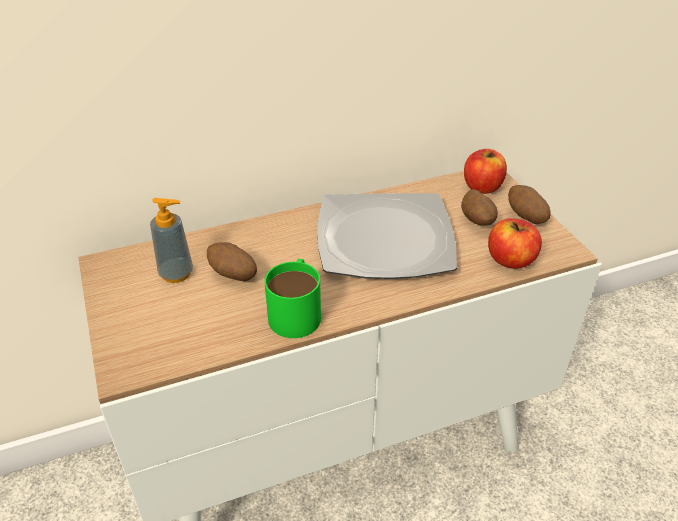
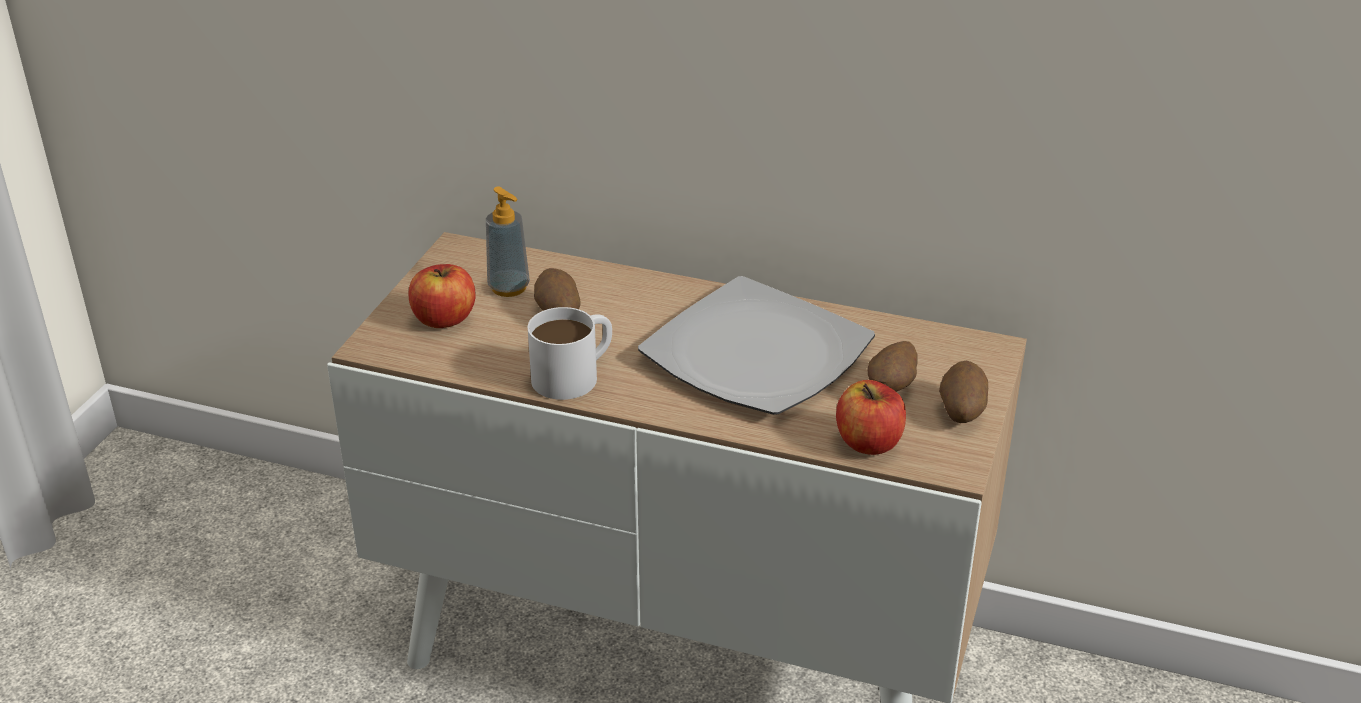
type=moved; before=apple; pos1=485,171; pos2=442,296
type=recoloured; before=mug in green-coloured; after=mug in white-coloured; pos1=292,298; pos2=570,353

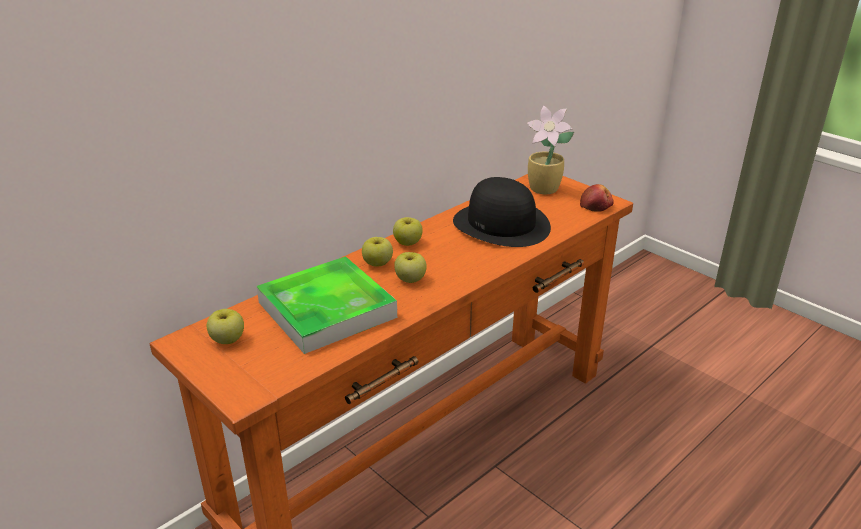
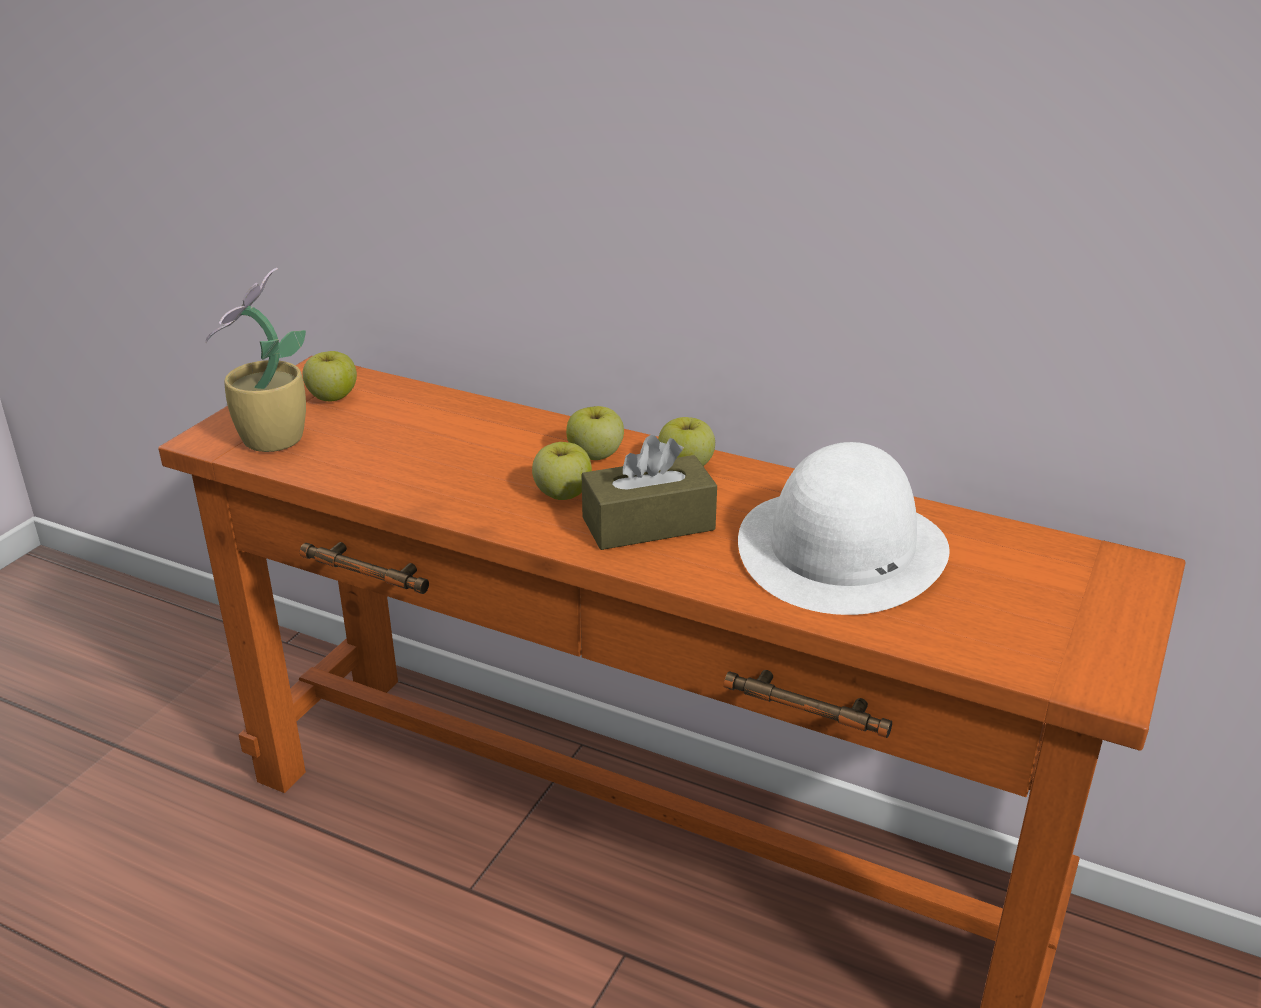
type=moved; before=plant in a pot; pos1=550,150; pos2=255,360
type=recoloured; before=hat in blackish; after=hat in white-coloured; pos1=502,212; pos2=844,528
type=removed; before=apple; pos1=597,198
type=removed; before=tray; pos1=327,305
type=added; after=tissue holder in brown-coloured; pos2=649,492

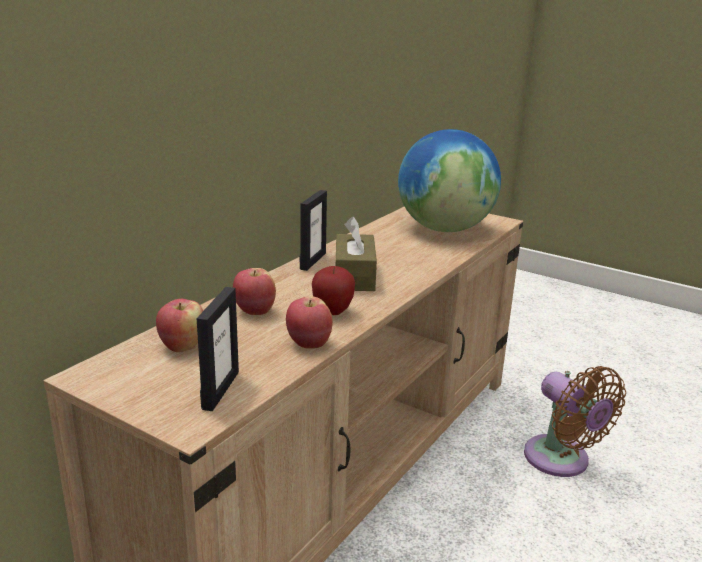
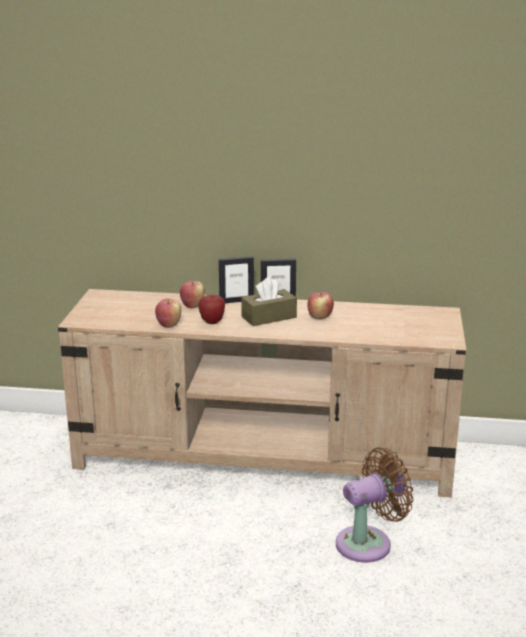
type=removed; before=globe; pos1=449,180
type=moved; before=photo frame; pos1=218,349; pos2=236,279
type=moved; before=apple; pos1=179,326; pos2=320,305
type=turned; before=electric fan in brown-coloured; pos1=575,421; pos2=375,505; turn=-150

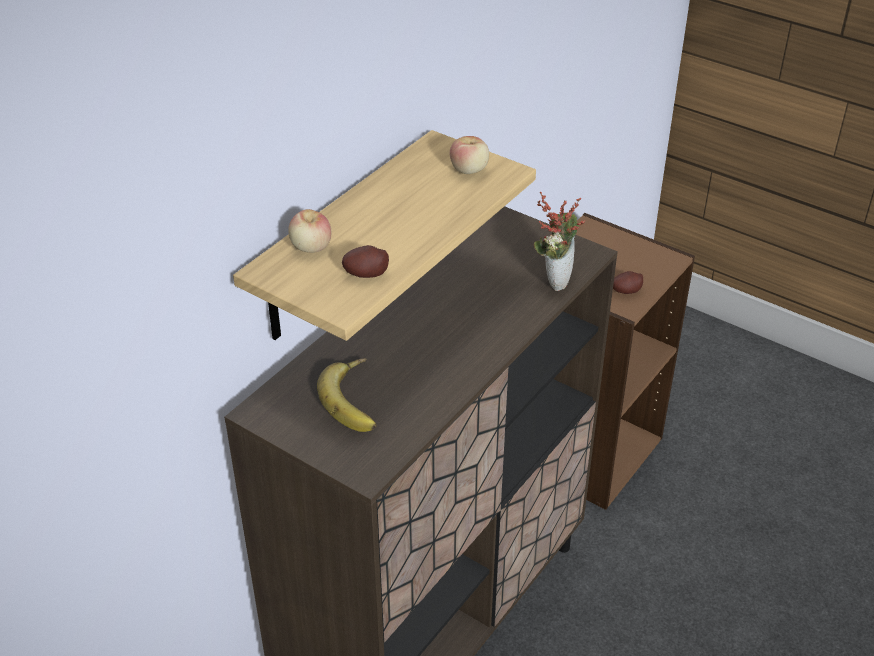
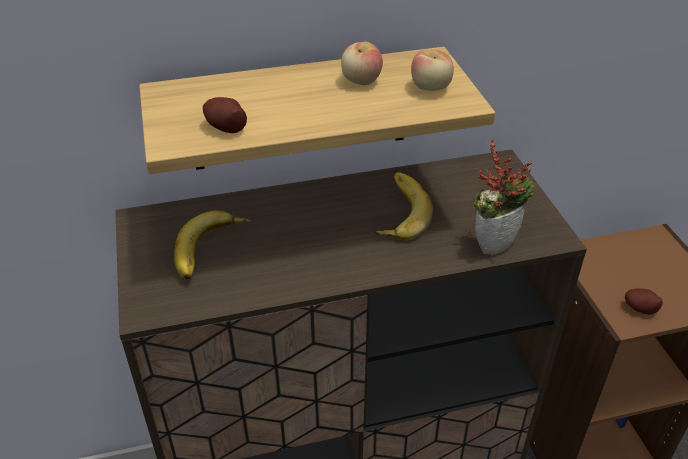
type=moved; before=apple; pos1=309,231; pos2=362,63
type=added; after=whole banana; pos2=404,206

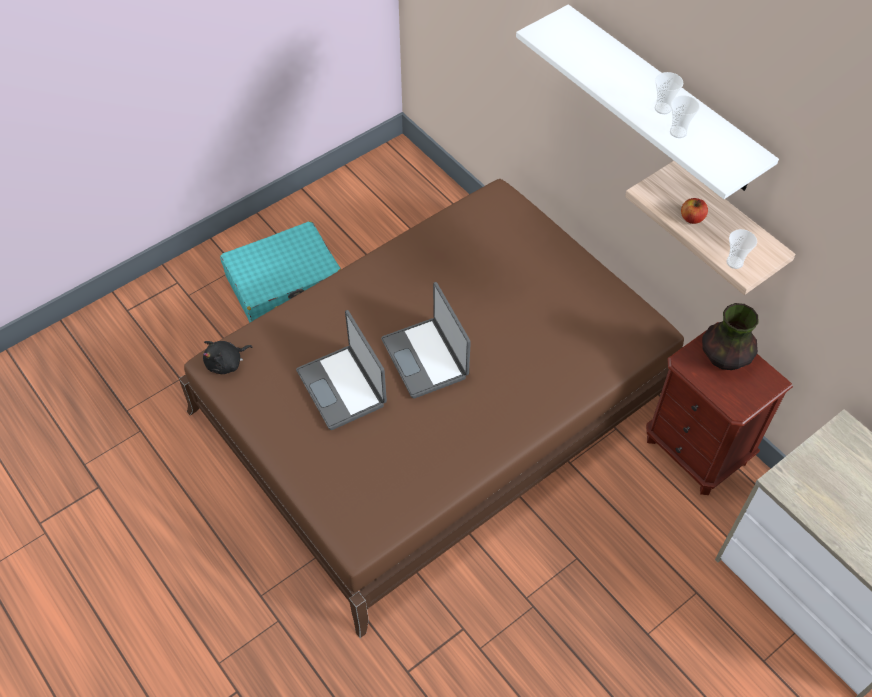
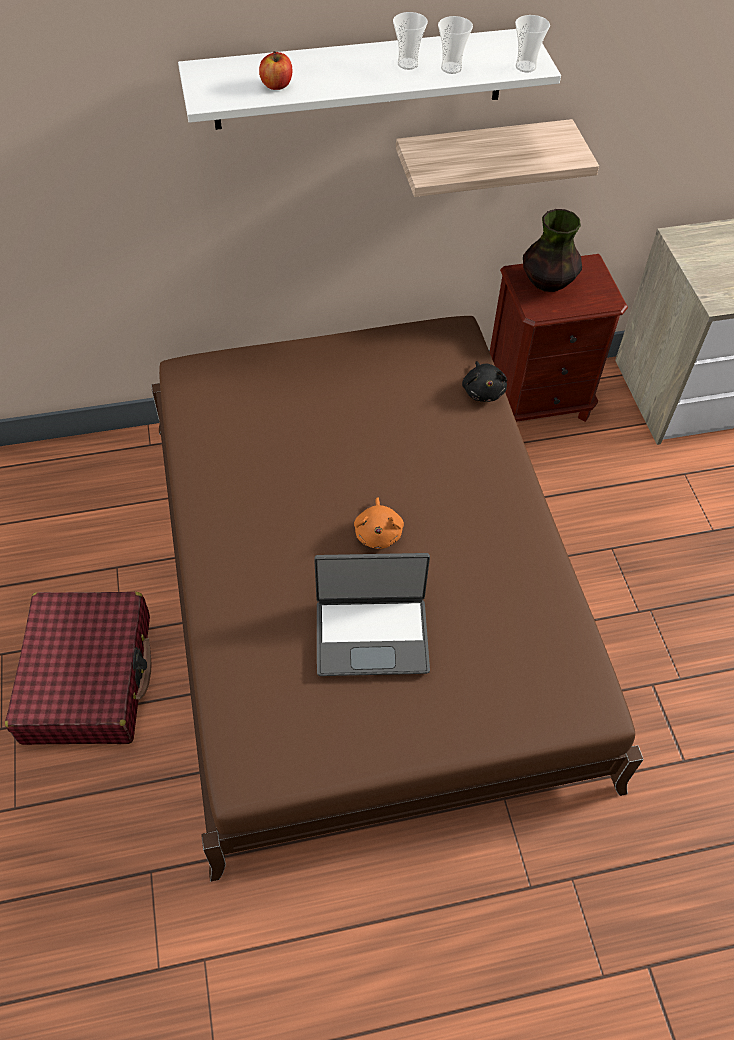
type=moved; before=apple; pos1=694,211; pos2=275,70
type=recoloured; before=travel case in turquoise-coloured; after=travel case in red-coloured; pos1=280,272; pos2=78,668
type=moved; before=cup; pos1=741,249; pos2=532,44
type=replaced; before=portable computer; after=soft toy in orangey; pos1=426,340; pos2=379,523
type=moved; before=soft toy in blackish; pos1=227,357; pos2=484,381

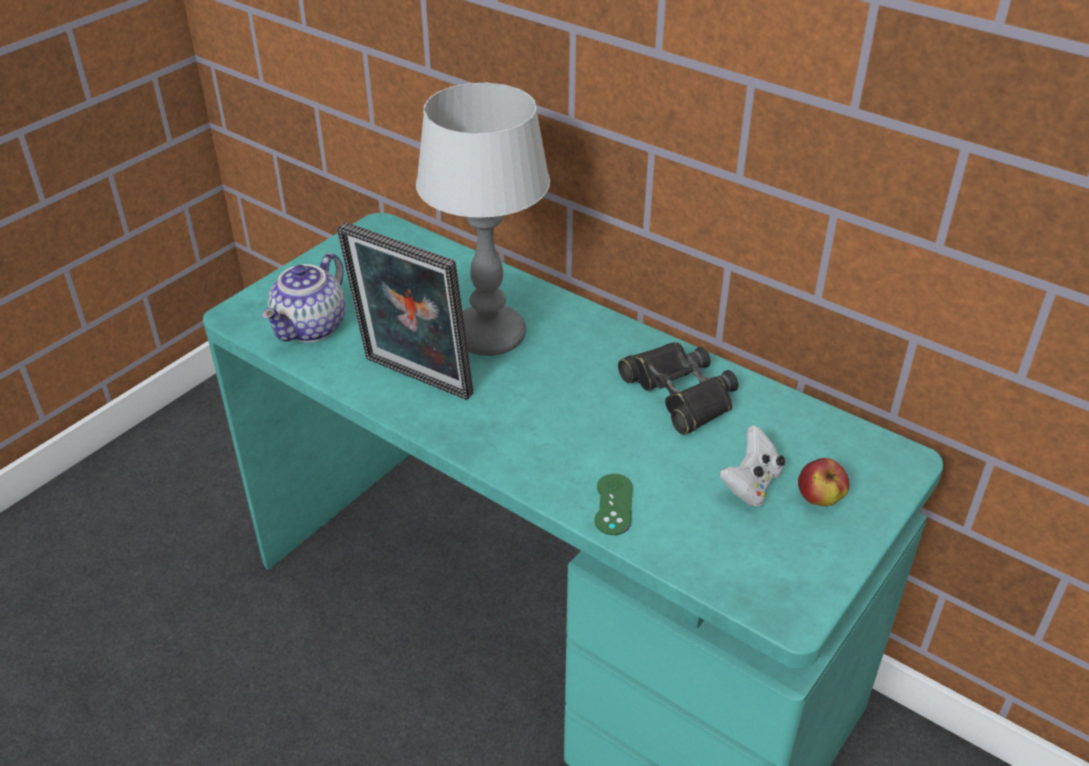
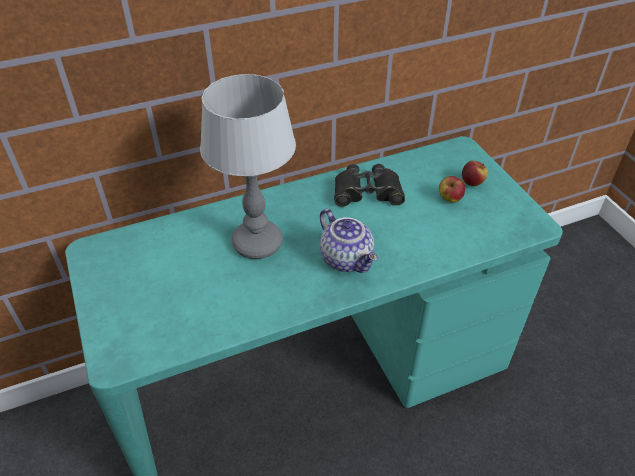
type=removed; before=photo frame; pos1=405,311
type=moved; before=teapot; pos1=303,297; pos2=349,241
type=replaced; before=game controller in white-coloured; after=apple; pos1=752,466; pos2=452,189
type=removed; before=game controller in green-coloured; pos1=613,504

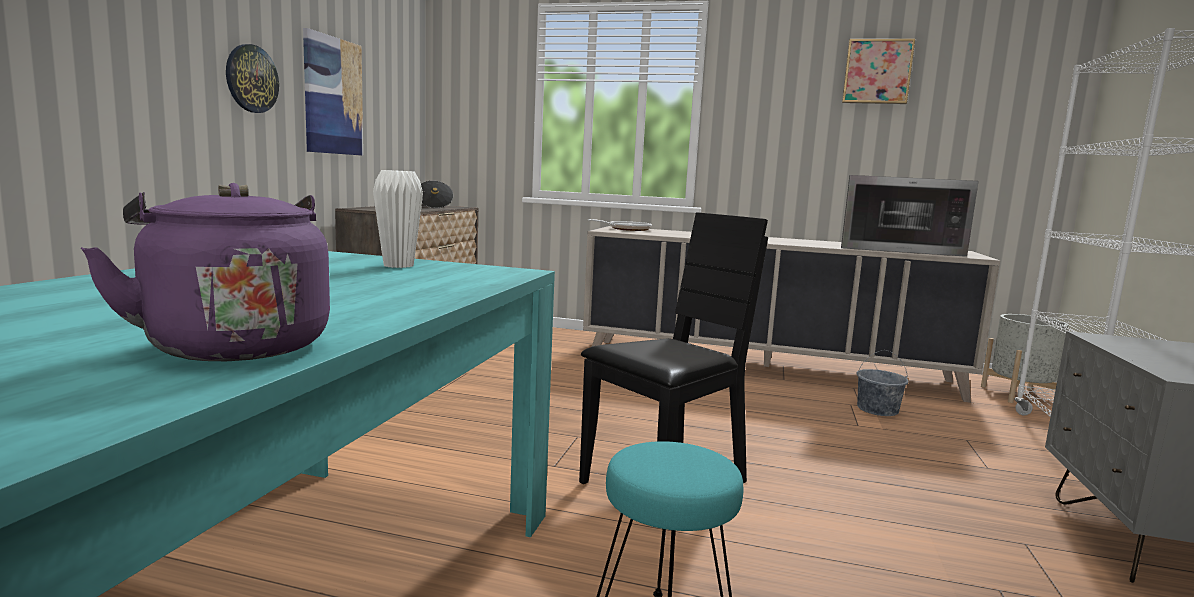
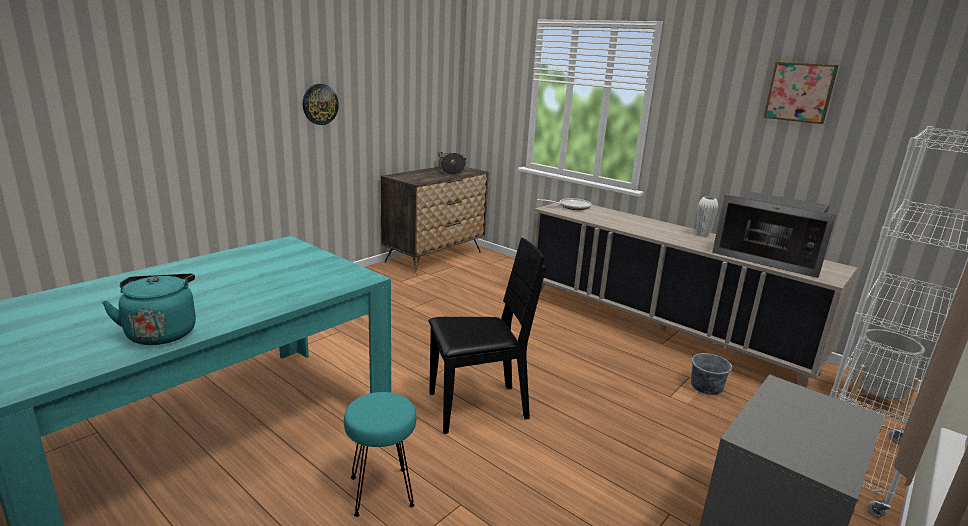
type=removed; before=picture; pos1=333,92
type=moved; before=flower vase in white-coloured; pos1=398,219; pos2=707,217
type=recoloured; before=kettle in purple-coloured; after=kettle in turquoise-coloured; pos1=205,272; pos2=149,309

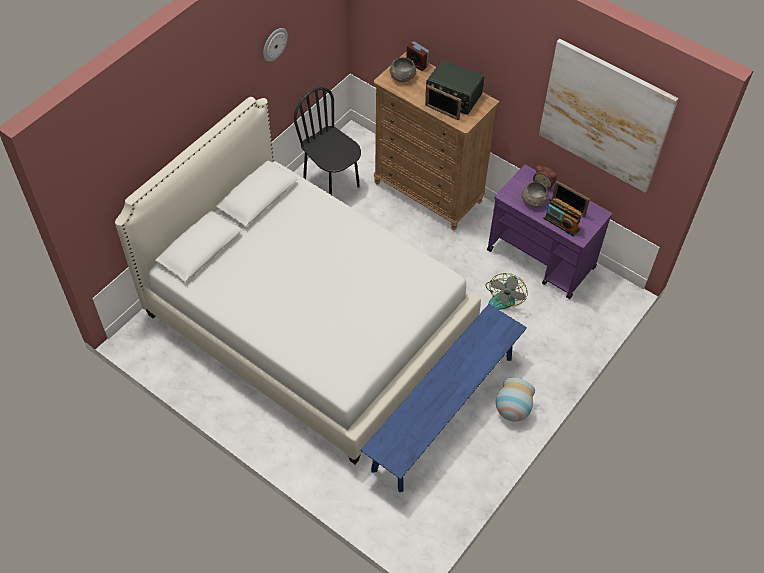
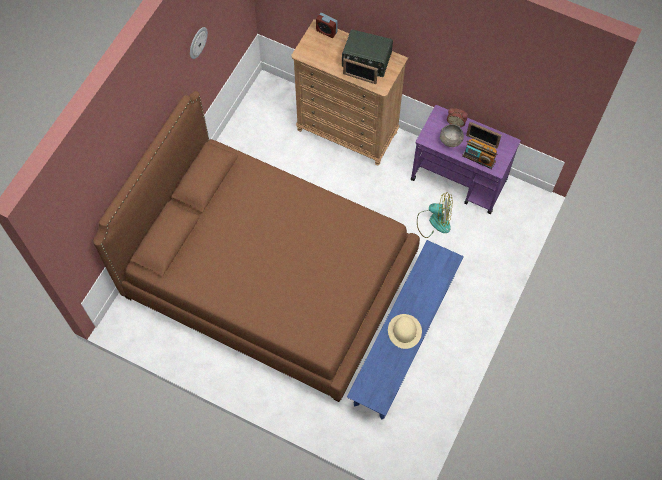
type=removed; before=picture; pos1=608,116
type=removed; before=serving bowl in grey; pos1=403,69
type=removed; before=upright chair in blackish; pos1=327,141
type=recoloured; before=bedroom bed in white-coloured; after=bedroom bed in brown-coloured; pos1=298,280; pos2=256,246
type=turned; before=electric fan; pos1=506,291; pos2=434,215; turn=-90
type=removed; before=flower vase; pos1=515,400
type=added; after=hat in beige-coloured; pos2=405,331

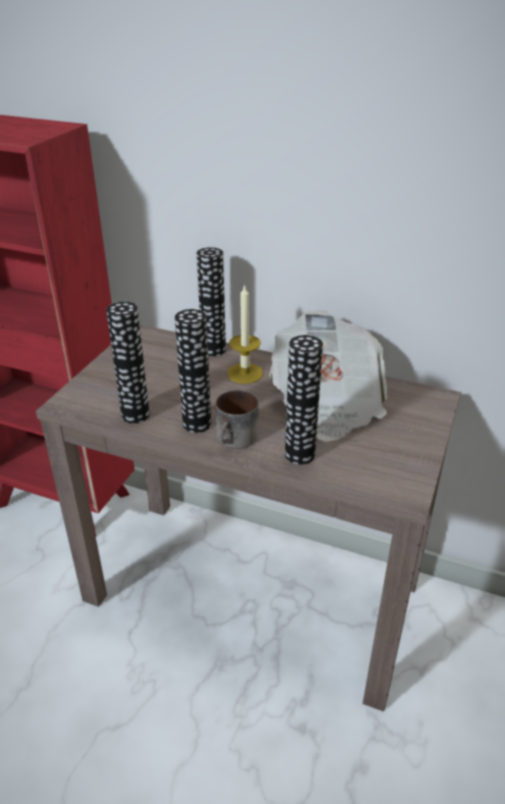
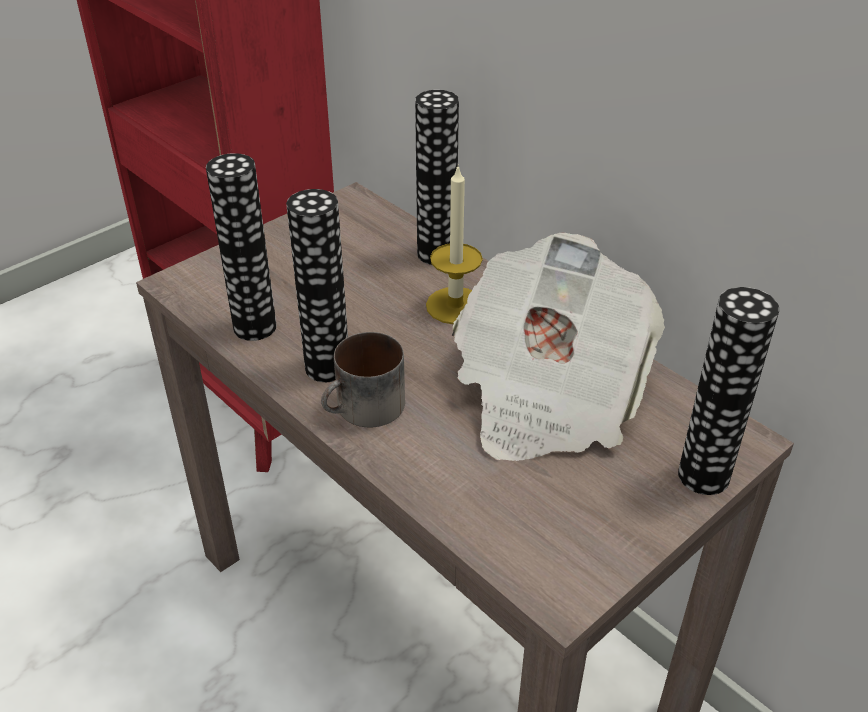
type=moved; before=flower vase; pos1=304,400; pos2=728,391

